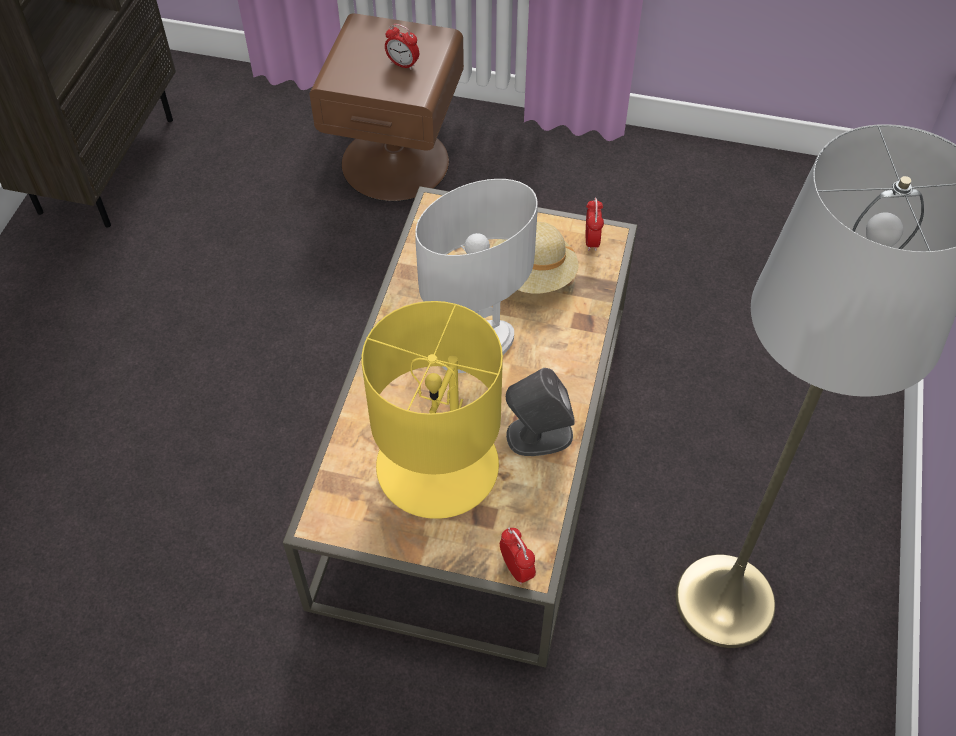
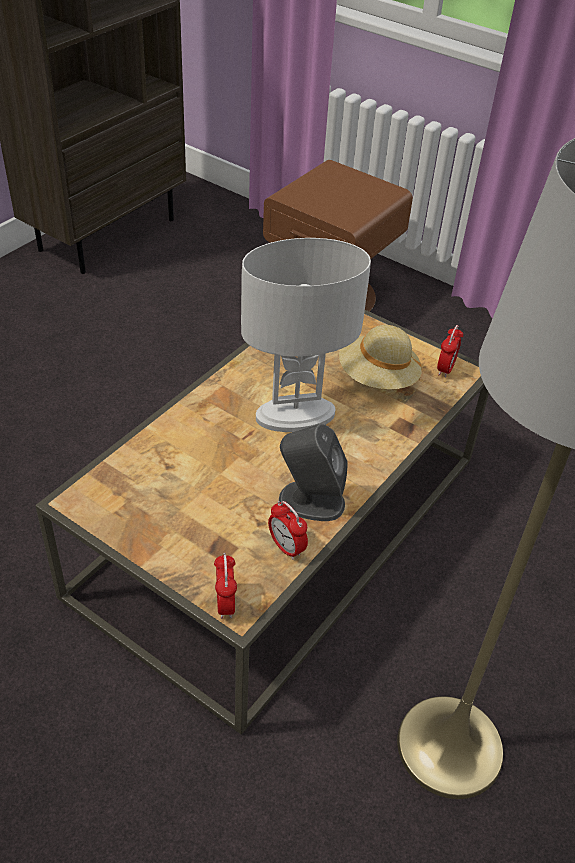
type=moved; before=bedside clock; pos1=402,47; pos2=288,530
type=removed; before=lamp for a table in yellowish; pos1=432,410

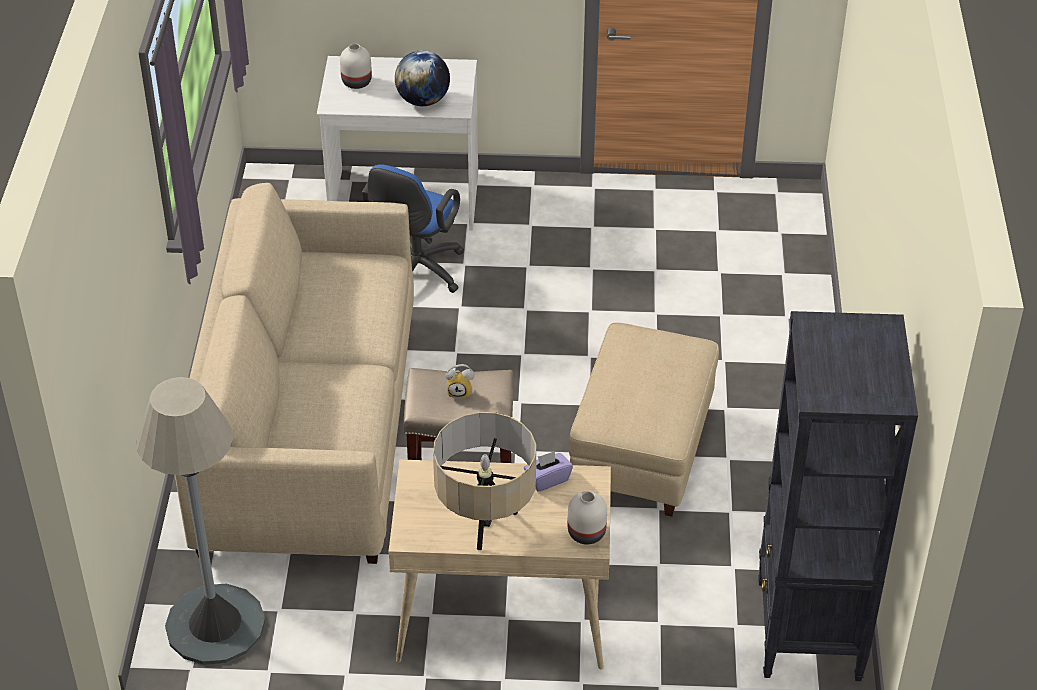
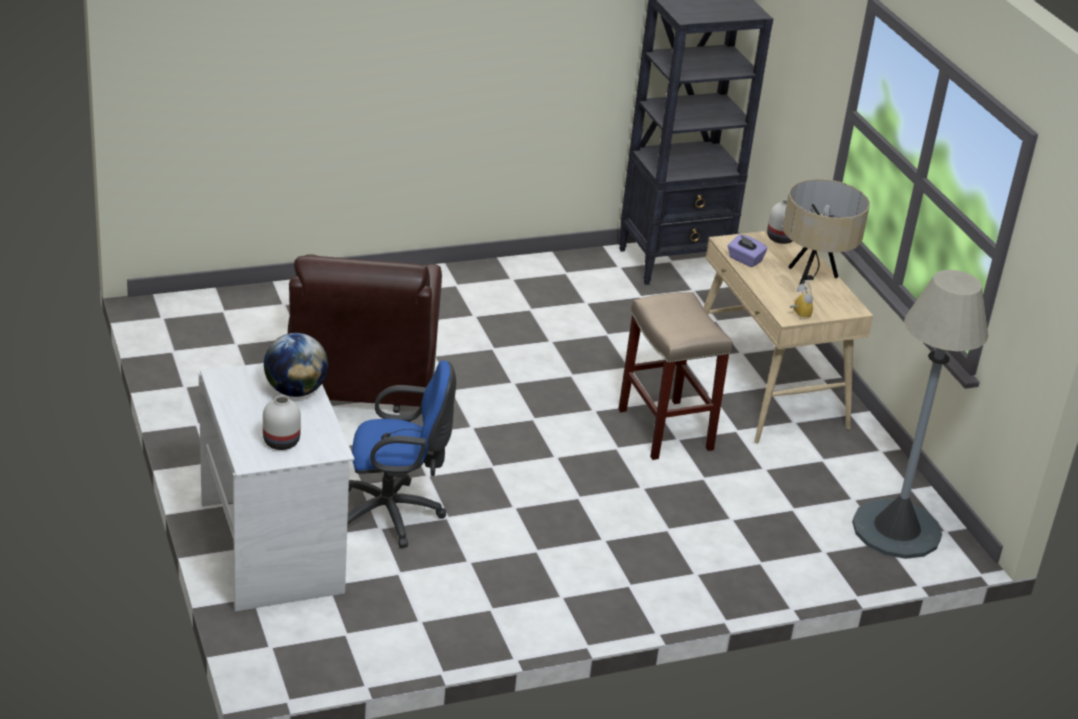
type=removed; before=sofa in beige-coloured; pos1=294,373
type=removed; before=footrest in beige-coloured; pos1=644,420
type=moved; before=bedside clock; pos1=460,381; pos2=801,299
type=added; after=lounge chair in brown-coloured; pos2=365,333

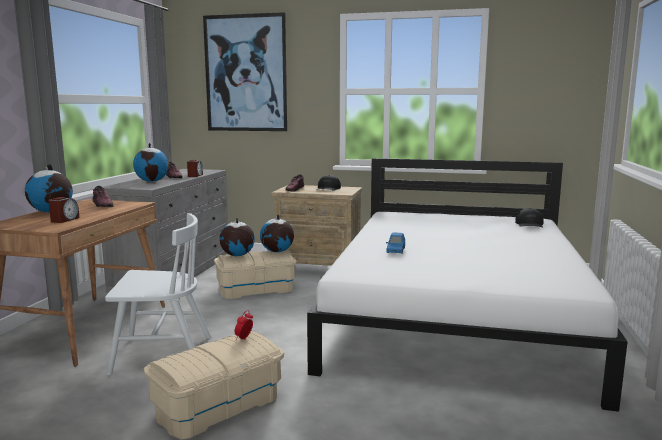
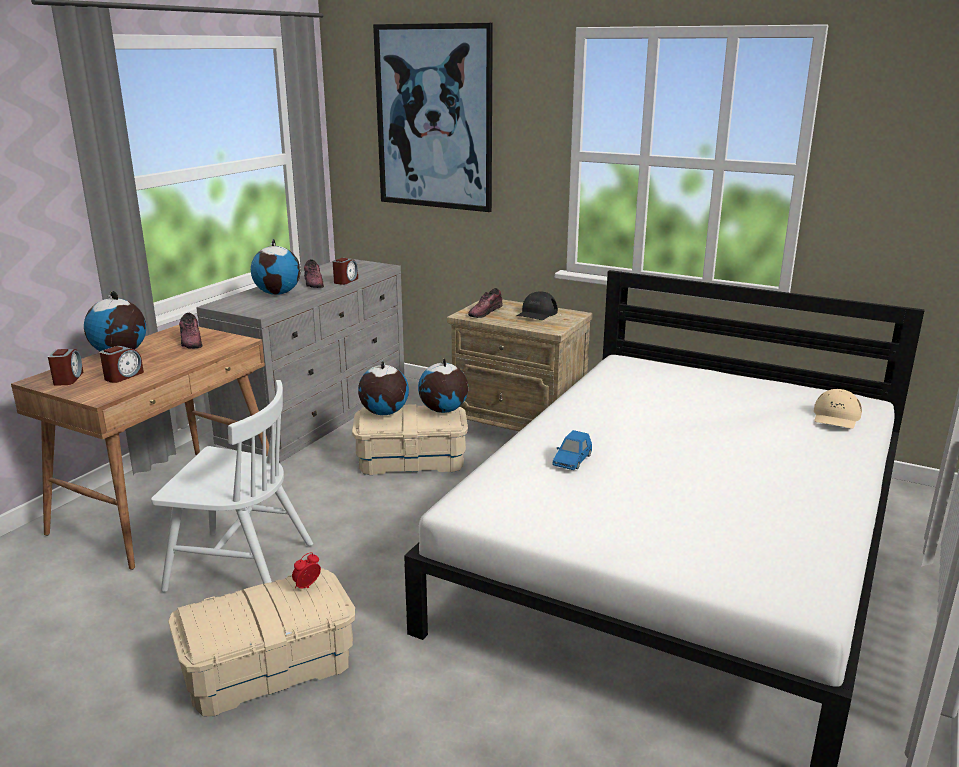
type=recoloured; before=cap in blackish; after=cap in beige-coloured; pos1=529,218; pos2=838,409
type=added; after=bedside clock; pos2=65,367

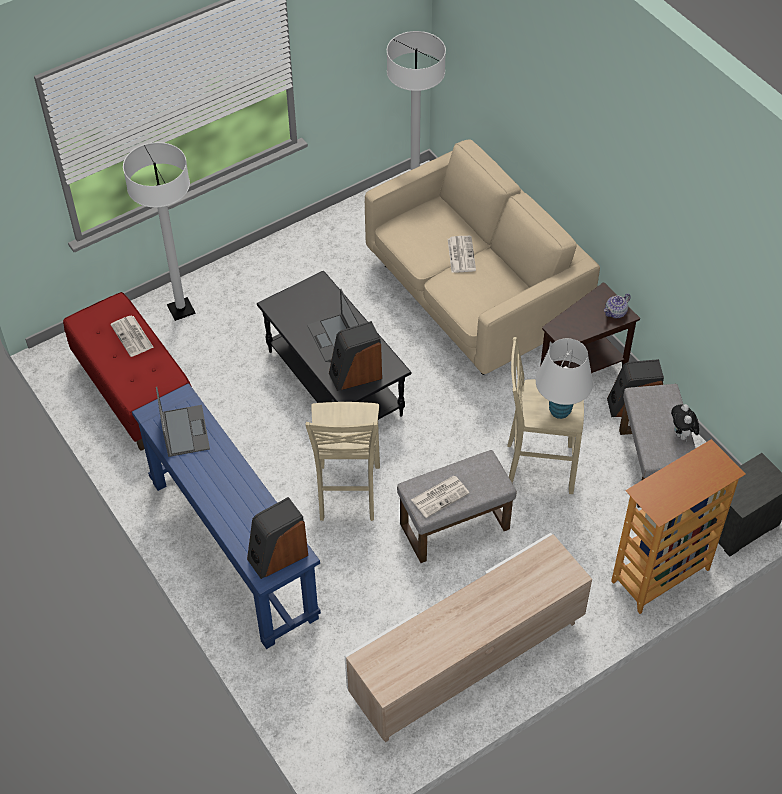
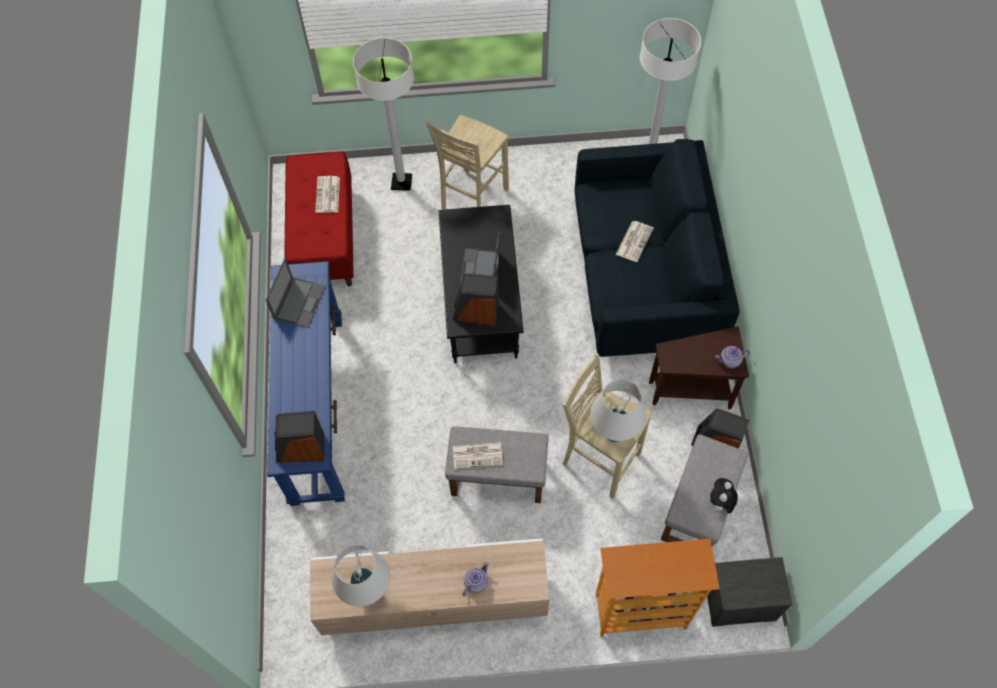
type=recoloured; before=sofa in beige-coloured; after=sofa in blue; pos1=482,257; pos2=657,248
type=moved; before=stool in beige-coloured; pos1=342,461; pos2=467,162
type=added; after=lamp for a table in white-coloured; pos2=361,576
type=added; after=teapot; pos2=475,579

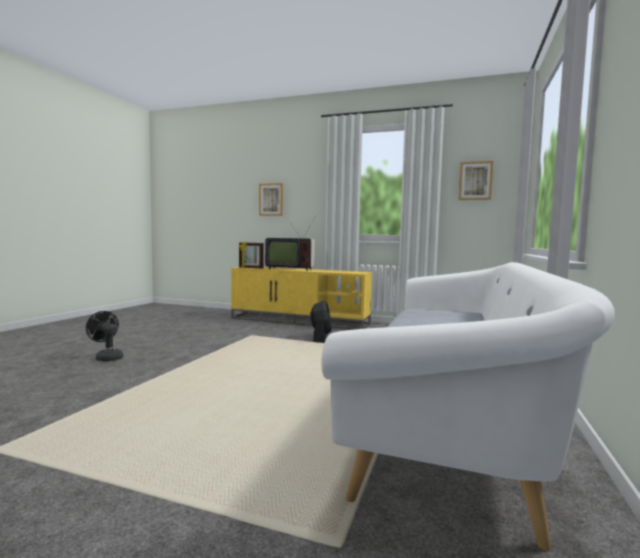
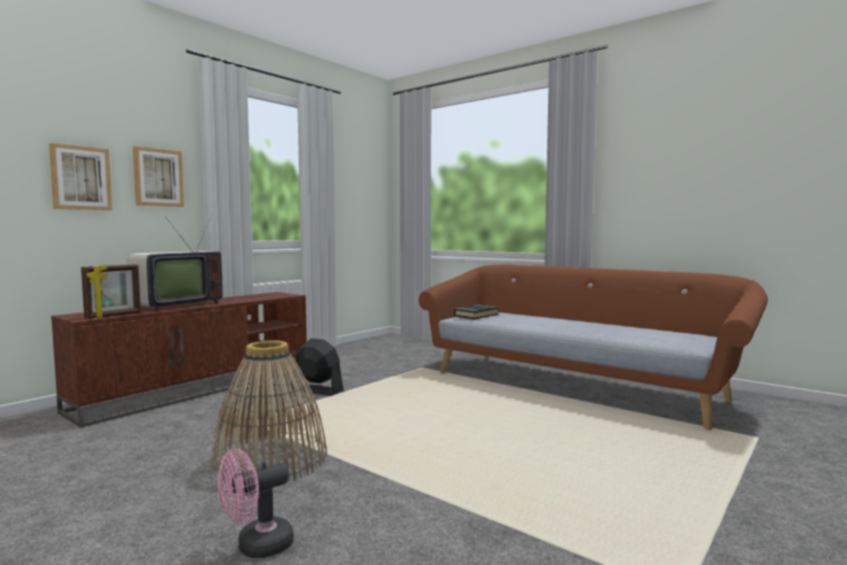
type=moved; before=picture; pos1=475,180; pos2=158,176
type=recoloured; before=sofa in white-coloured; after=sofa in brown-coloured; pos1=468,406; pos2=593,347
type=recoloured; before=tv stand in yellowish; after=tv stand in brown-coloured; pos1=301,298; pos2=179,360
type=recoloured; before=electric fan in blackish; after=electric fan in pinkish; pos1=104,336; pos2=256,503
type=added; after=bound book in blackish; pos2=476,312
type=added; after=household basket; pos2=269,411

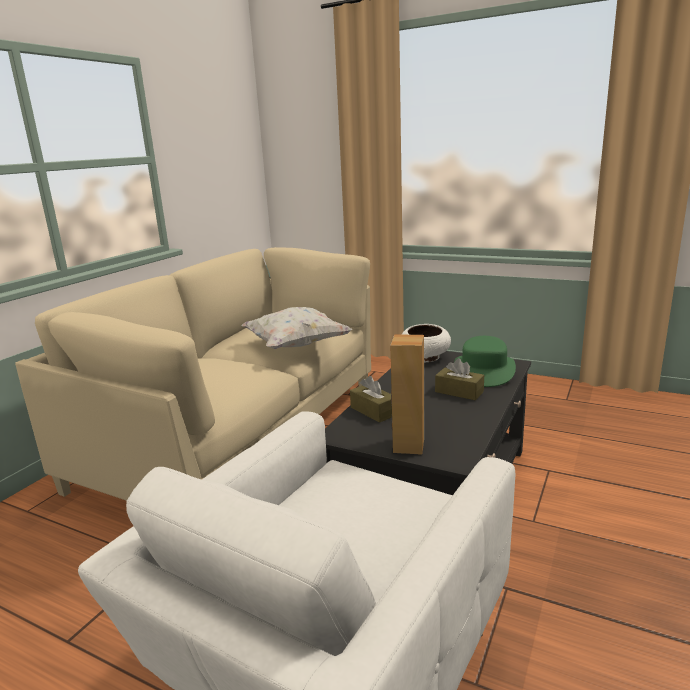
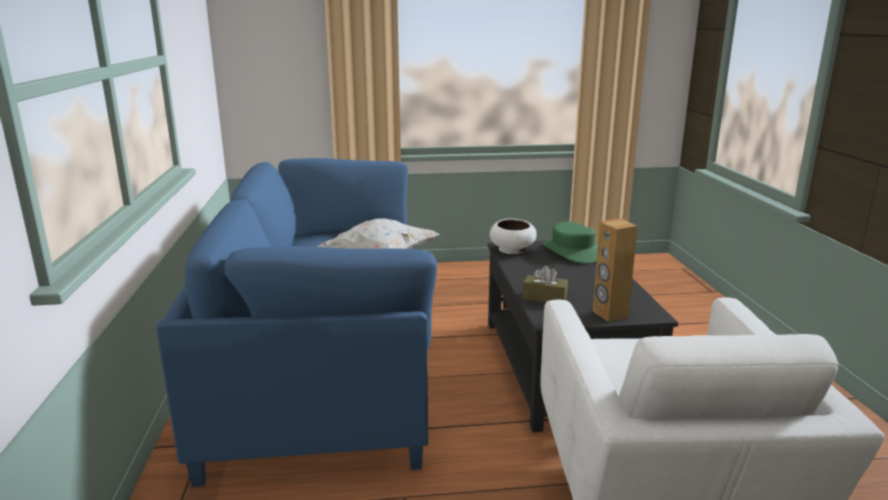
type=recoloured; before=sofa in beige-coloured; after=sofa in blue; pos1=193,374; pos2=296,322
type=removed; before=tissue holder in brown-coloured; pos1=459,379

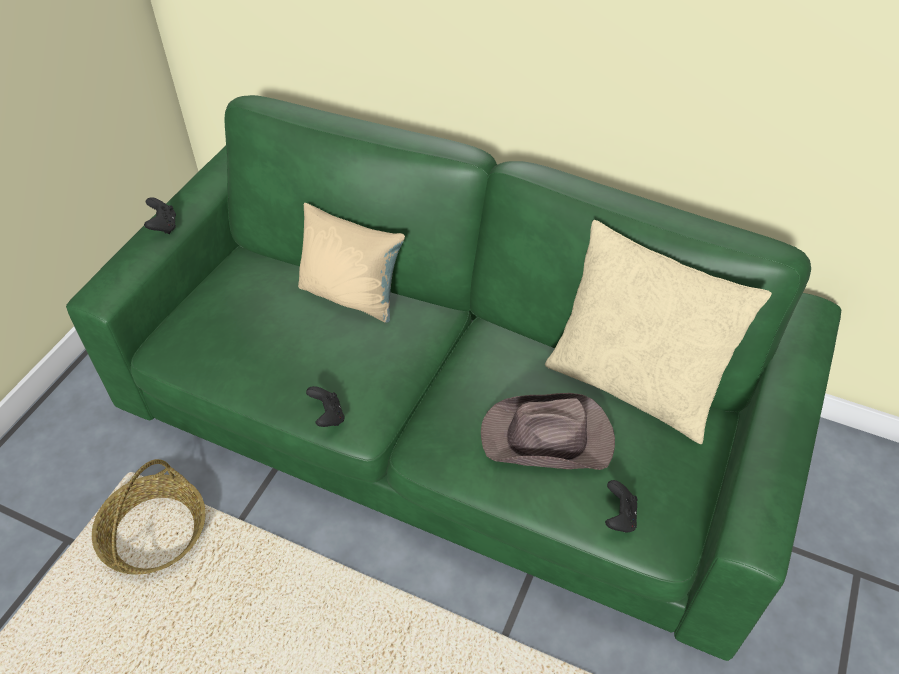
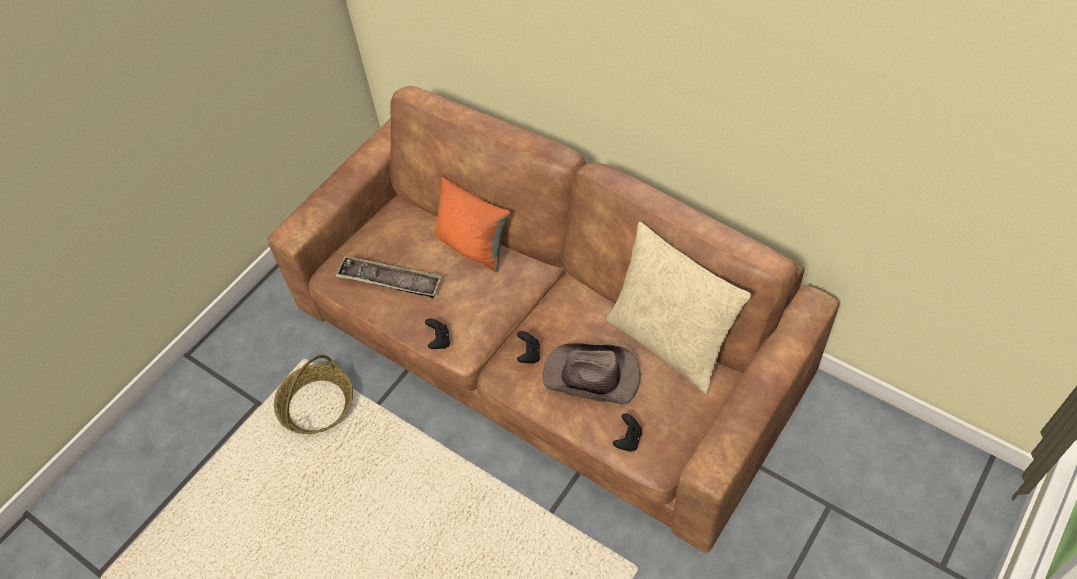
type=recoloured; before=sofa in green-coloured; after=sofa in brown-coloured; pos1=453,378; pos2=553,319
type=moved; before=game controller in blackish; pos1=160,215; pos2=528,347
type=recoloured; before=cushion in beige-coloured; after=cushion in orangey; pos1=351,263; pos2=473,224
type=added; after=tray; pos2=389,277

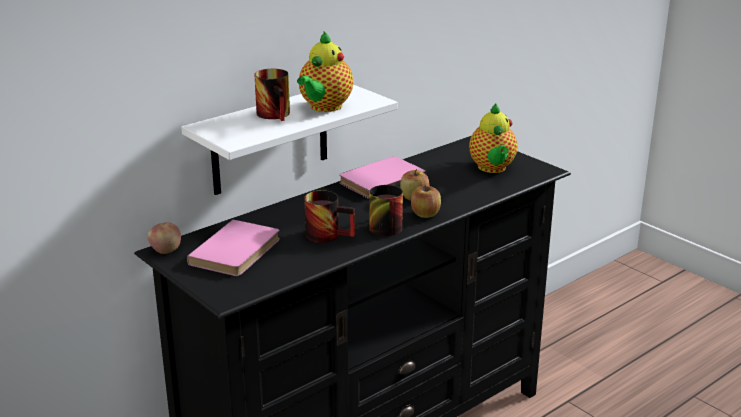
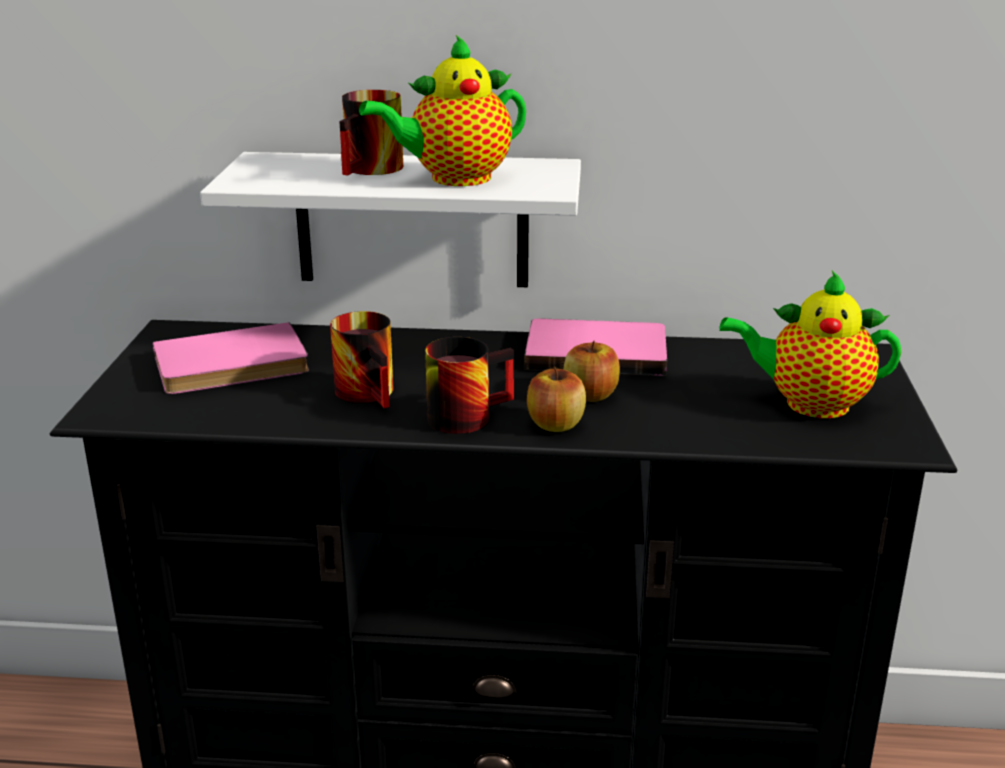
type=turned; before=teapot; pos1=493,138; pos2=810,344; turn=60
type=removed; before=apple; pos1=164,238

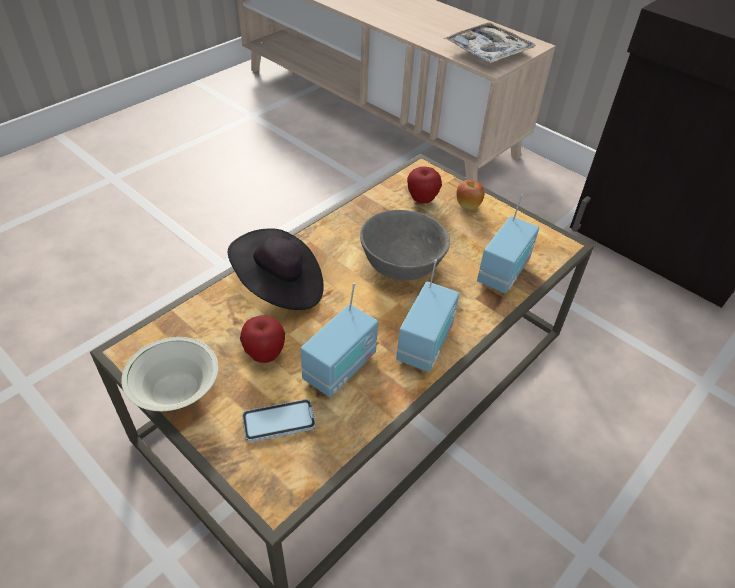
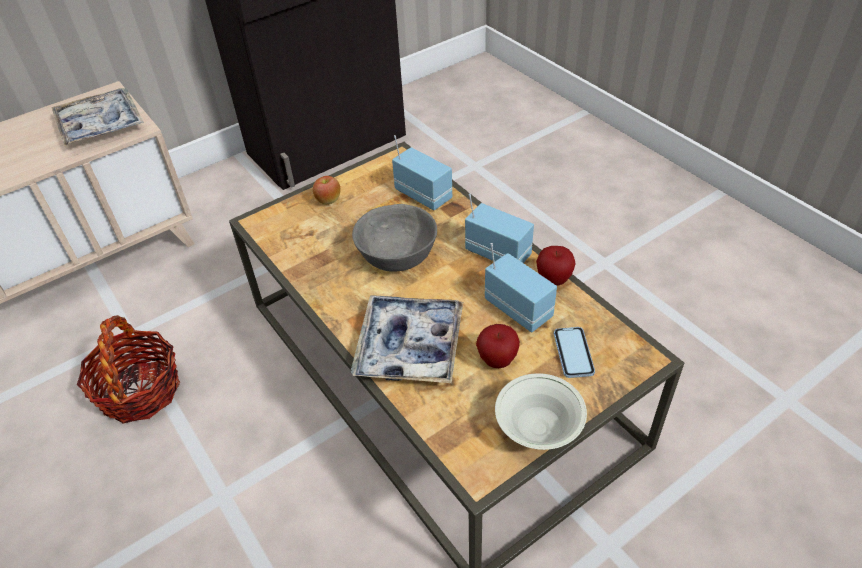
type=moved; before=apple; pos1=424,184; pos2=556,266
type=replaced; before=hat in blackish; after=tray; pos1=276,269; pos2=406,339
type=added; after=household basket; pos2=128,369

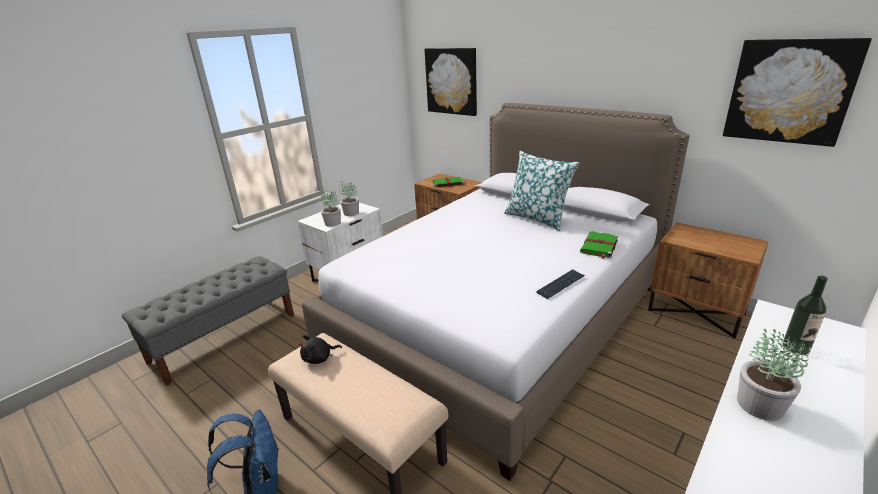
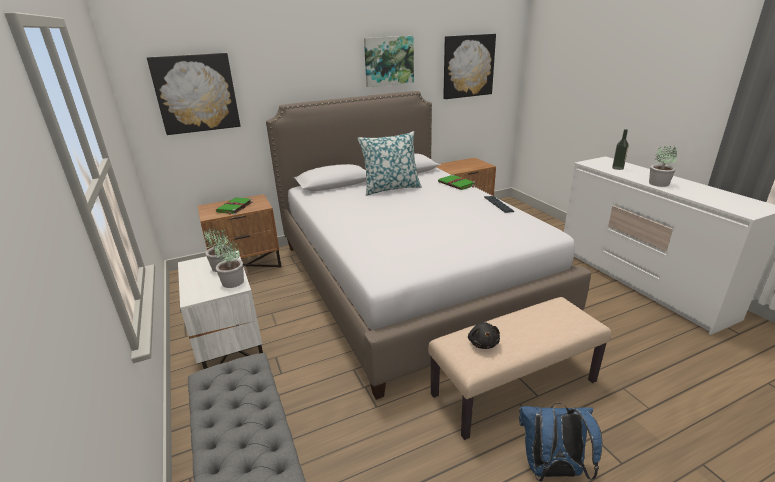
type=added; after=picture; pos2=389,61

